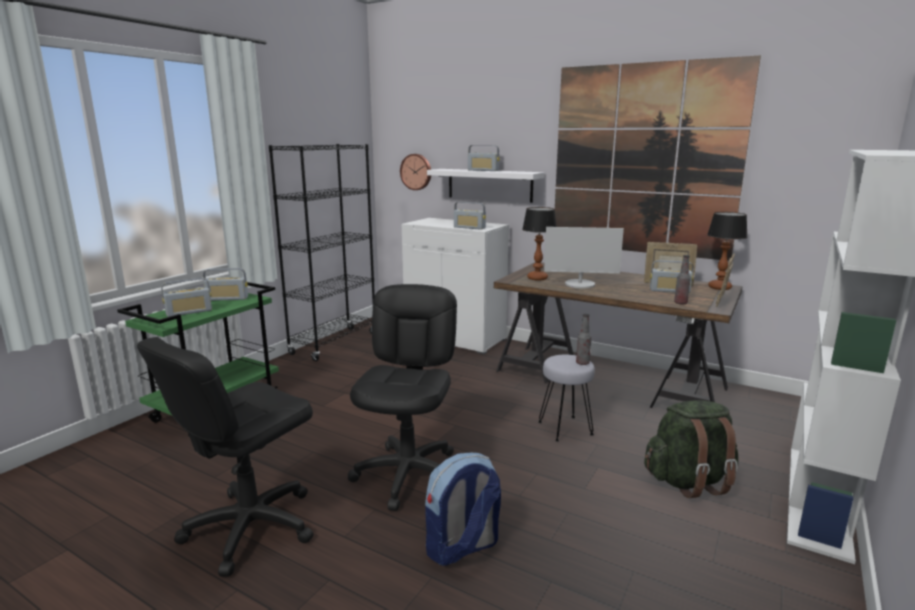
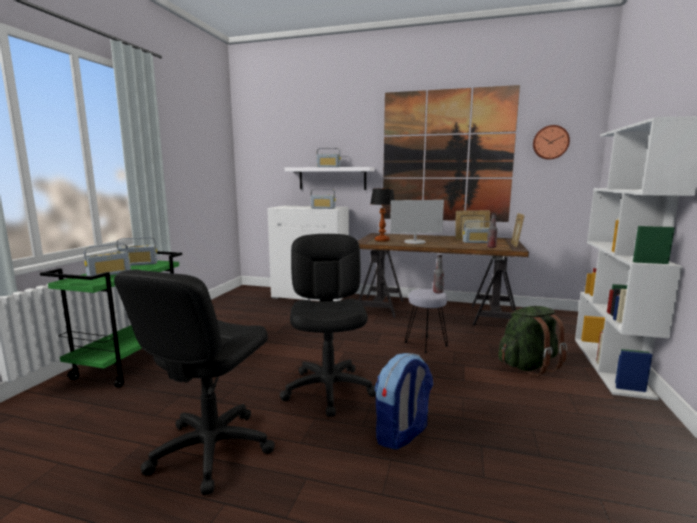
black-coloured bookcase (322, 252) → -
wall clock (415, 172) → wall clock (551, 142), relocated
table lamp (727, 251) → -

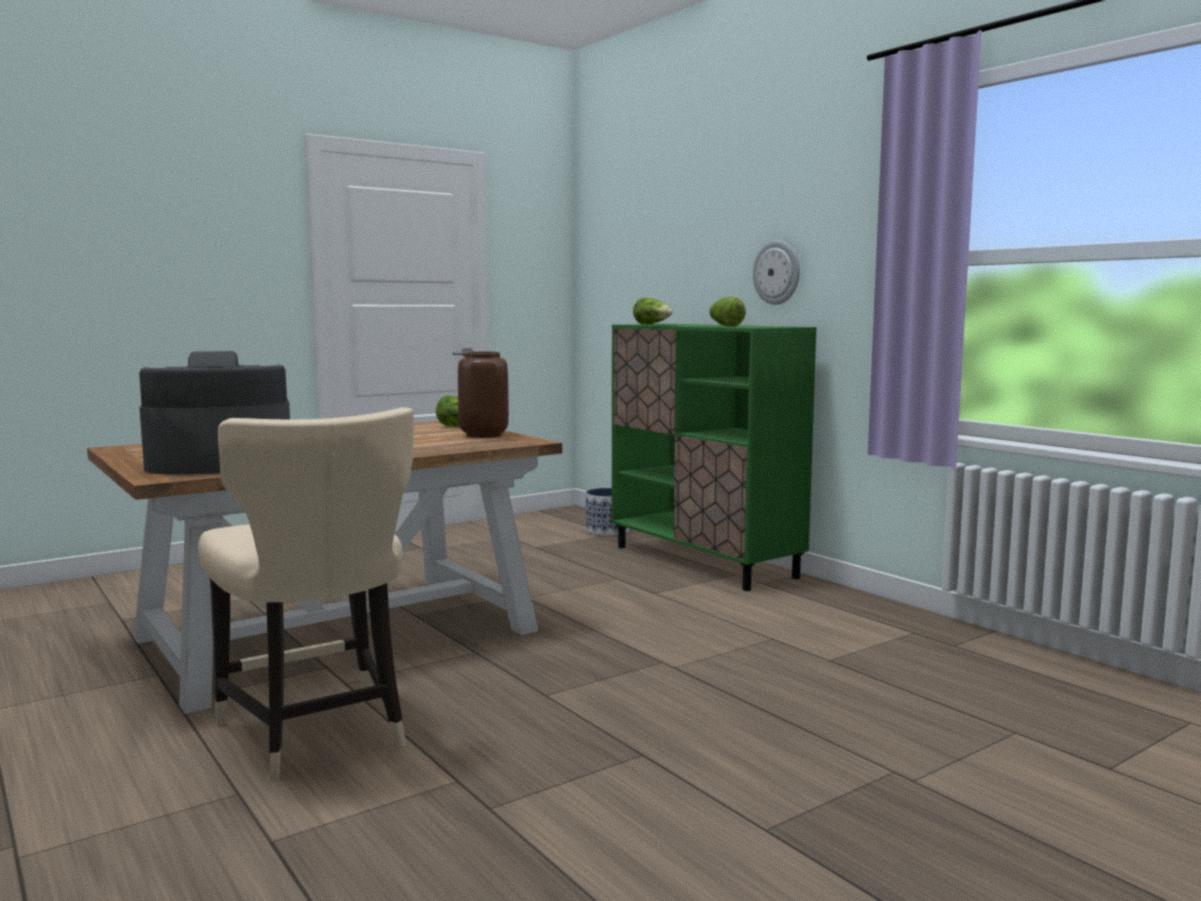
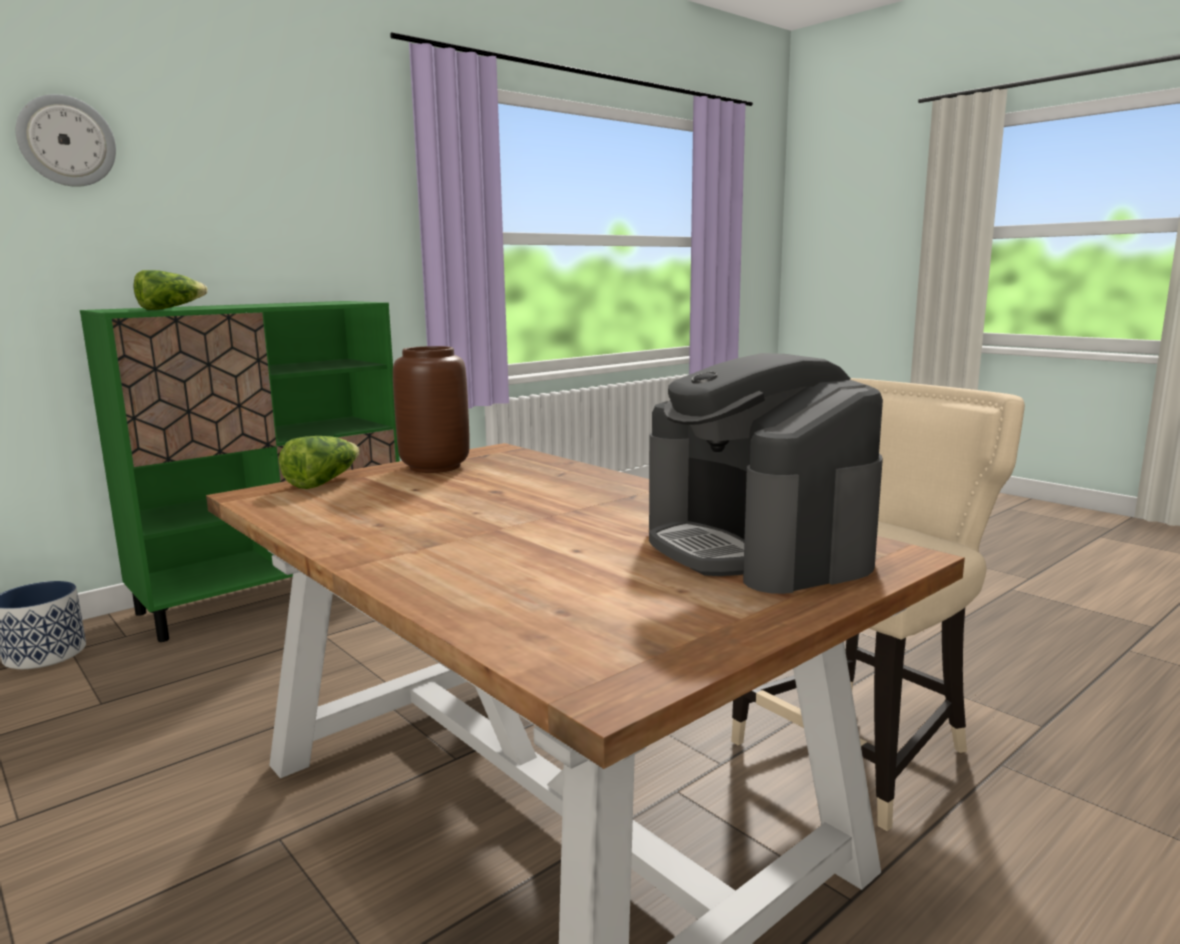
head of lettuce (727, 312) → -
wall clock (776, 272) → wall clock (65, 140), relocated

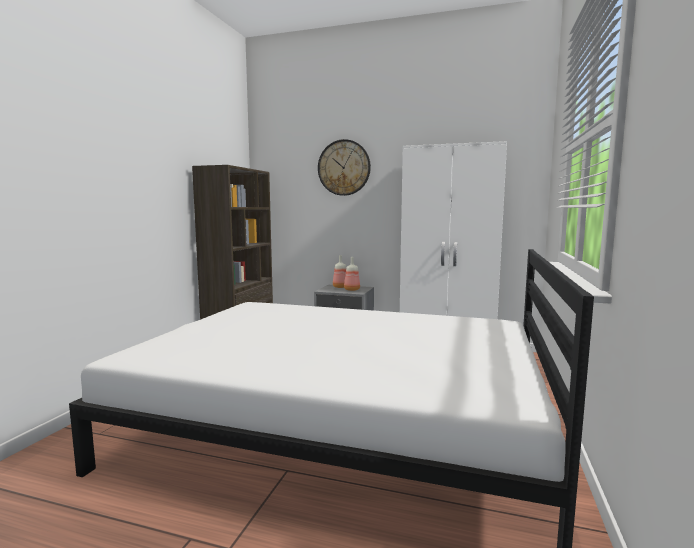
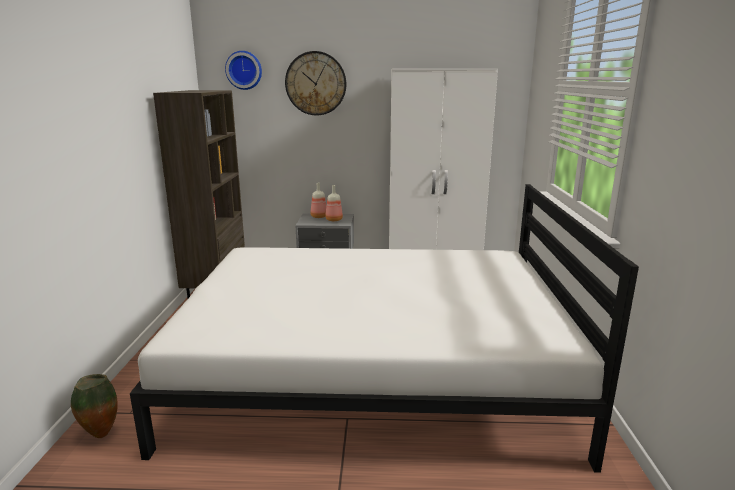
- → flower vase (94, 406)
- → wall clock (243, 70)

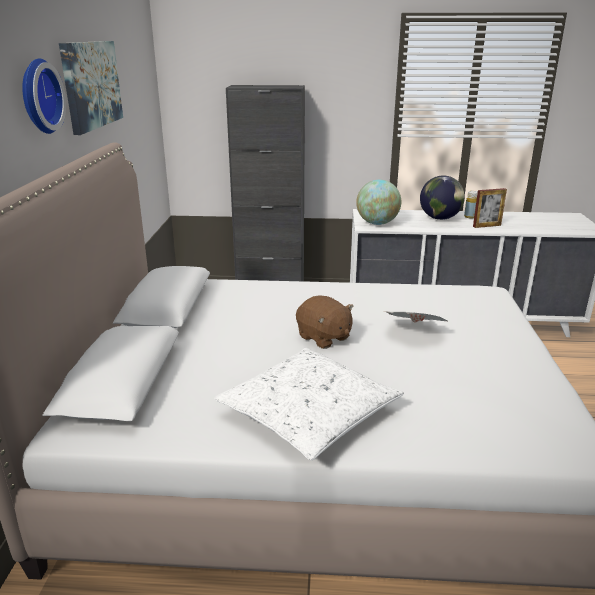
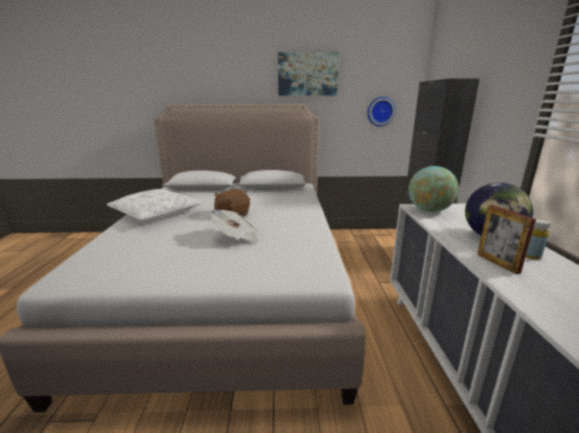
wall clock (44, 96) → wall clock (381, 111), relocated

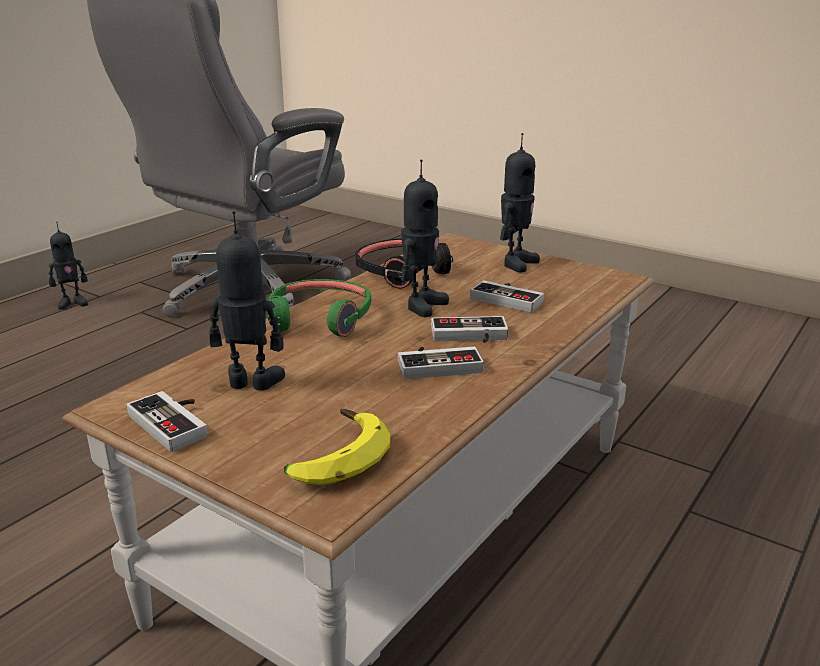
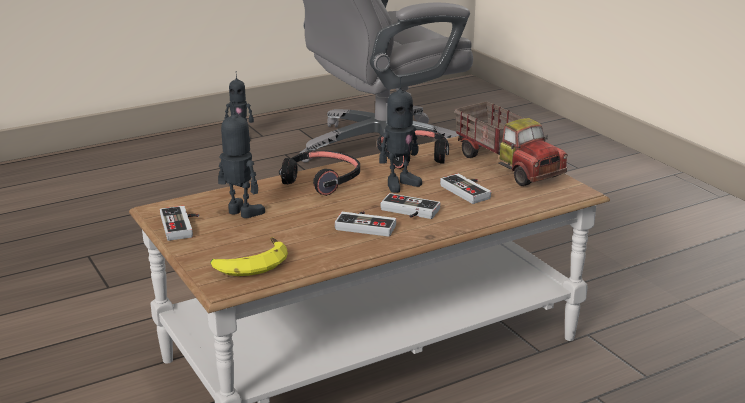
green pair of headphones (319, 308) → black-coloured pair of headphones (319, 173)
model robot (520, 203) → toy lorry (511, 143)

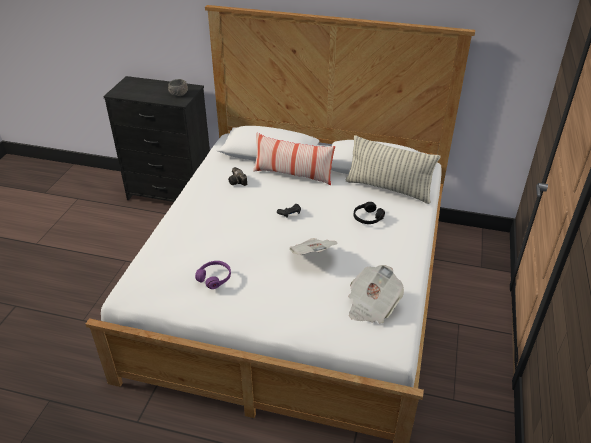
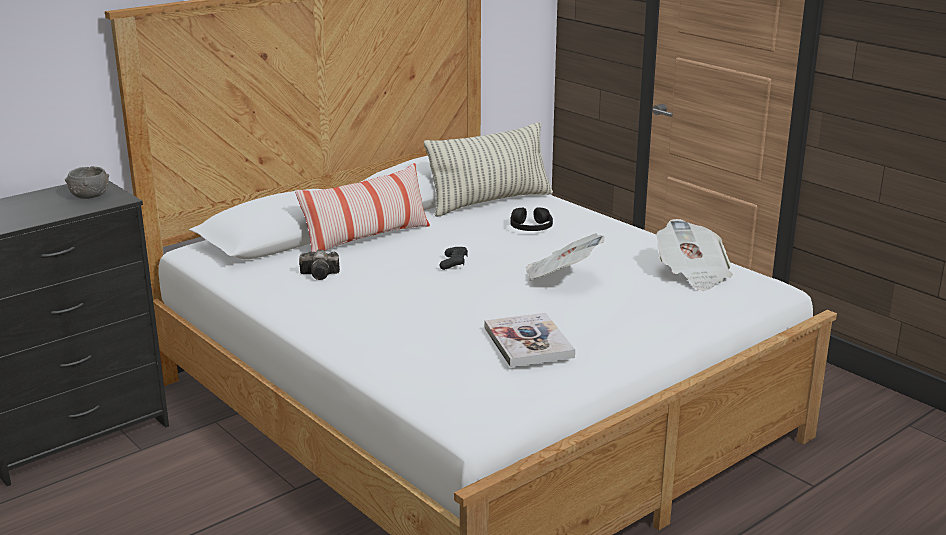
purple pair of headphones (213, 275) → book (529, 340)

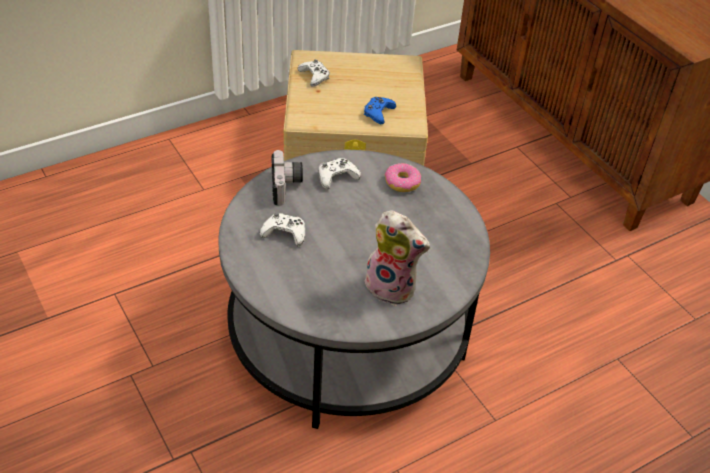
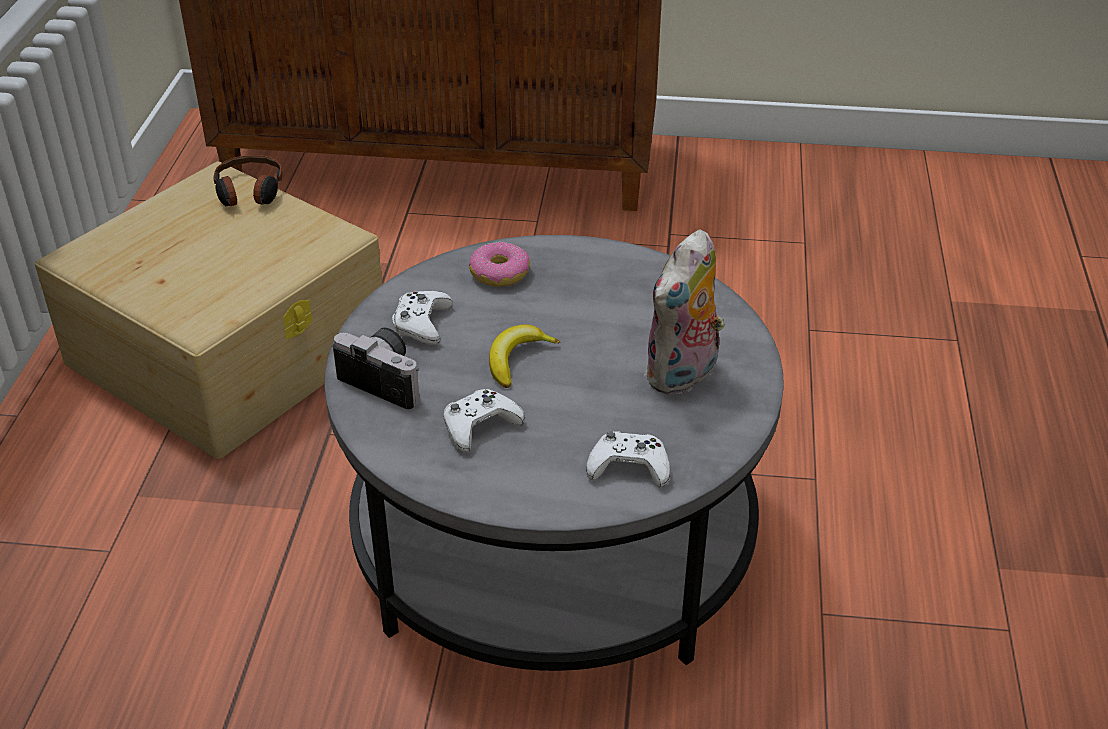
whitish gamepad (314, 73) → whitish gamepad (628, 459), relocated
blue-coloured gamepad (380, 110) → -
soft toy (397, 258) → soft toy (684, 312), 150 degrees clockwise
- → pair of headphones (247, 180)
- → whole banana (524, 356)

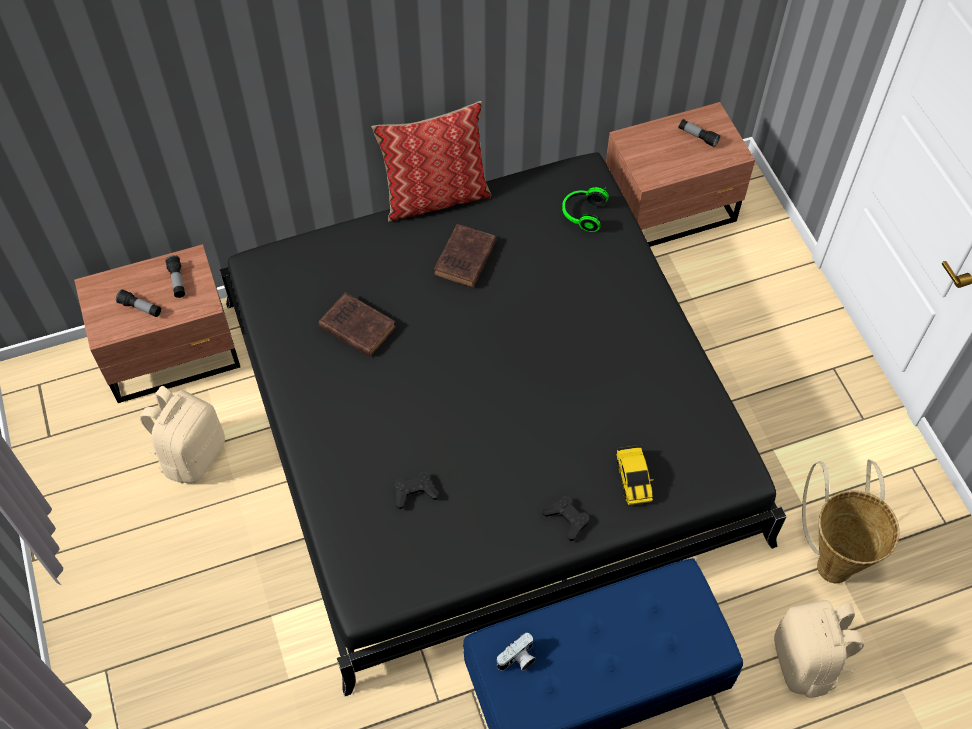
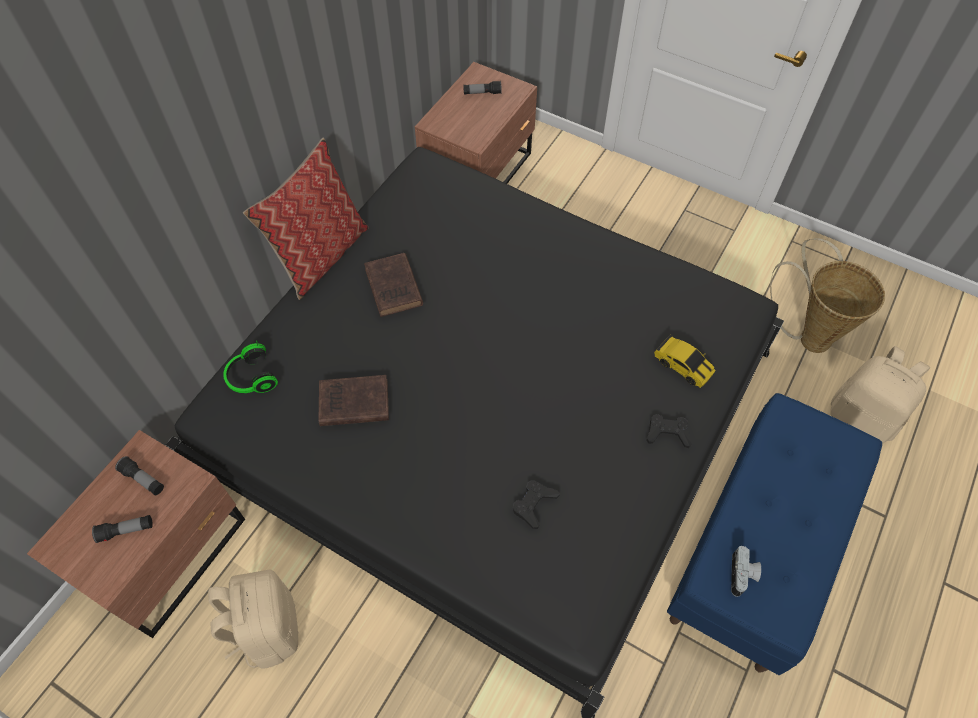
pair of headphones (585, 209) → pair of headphones (250, 367), relocated

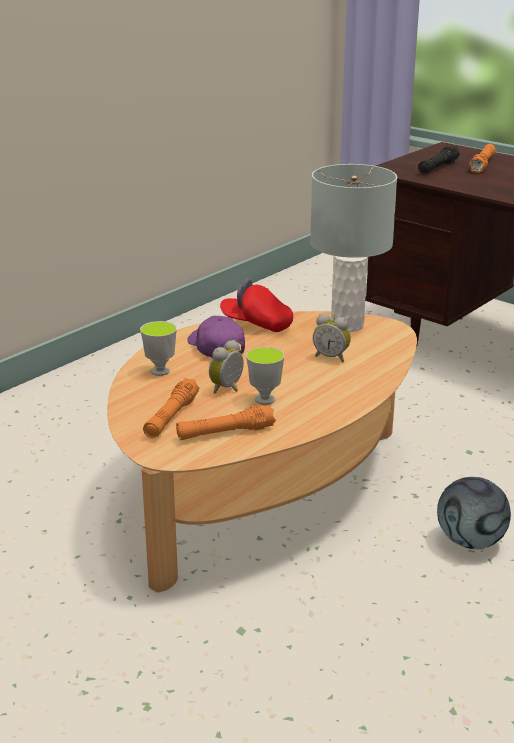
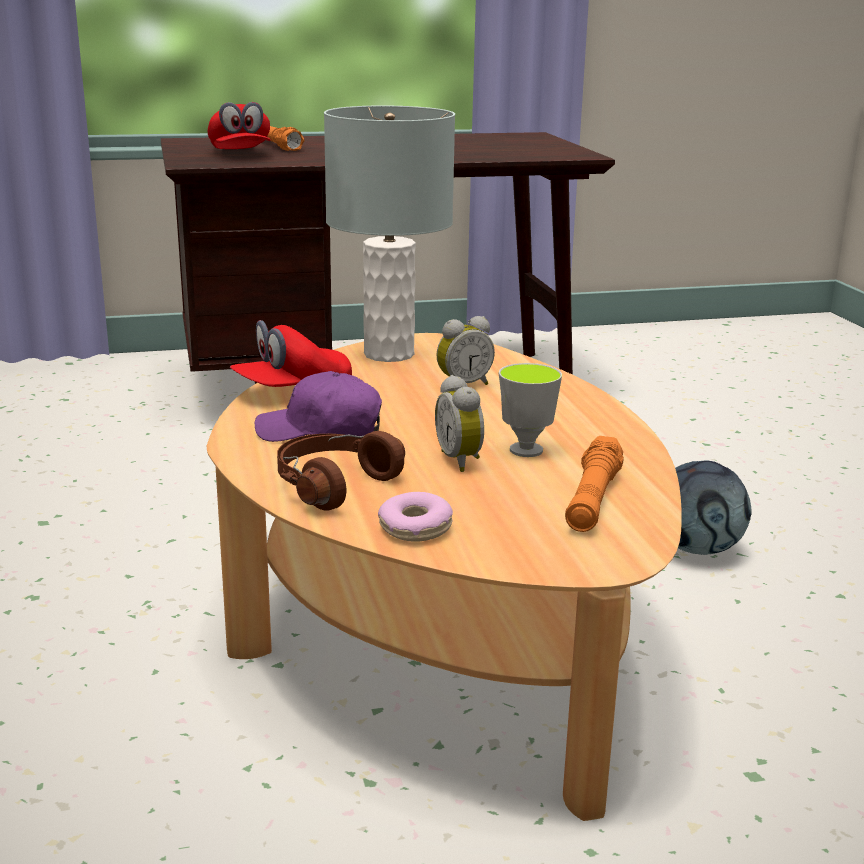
drinking cup (158, 348) → brownish pair of headphones (341, 471)
orange-coloured hand torch (171, 408) → -
black-coloured hand torch (439, 160) → red-coloured baseball cap (239, 125)
- → ring doughnut (415, 517)

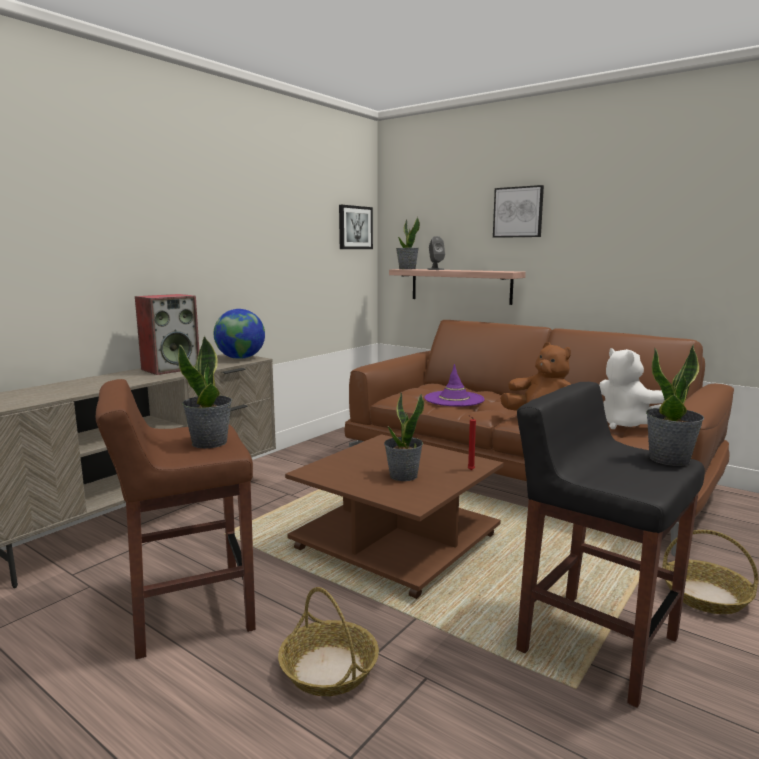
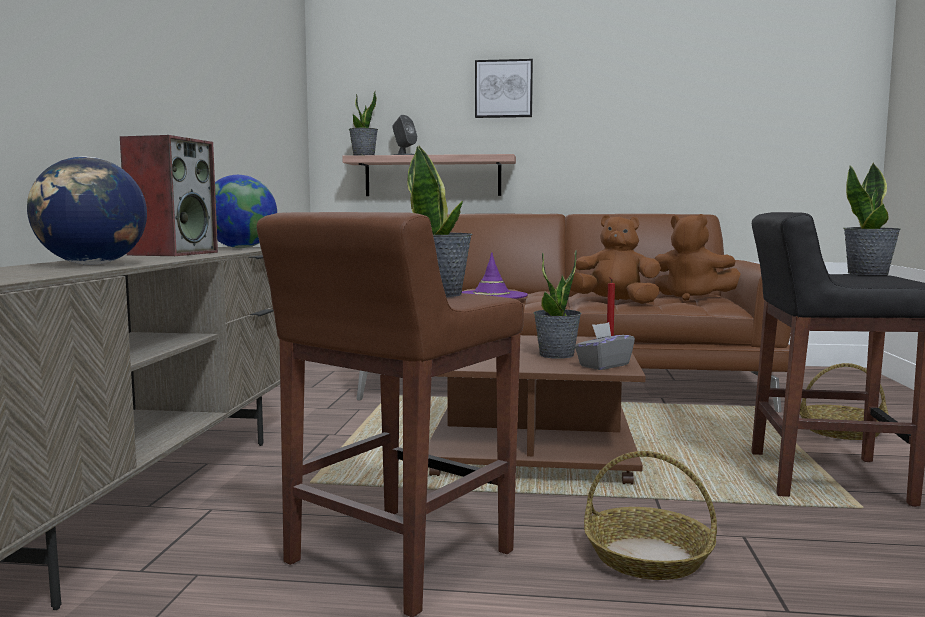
wall art (356, 227) → -
whitish soft toy (632, 388) → brownish soft toy (698, 257)
- → globe (87, 211)
- → grey tissue box (604, 346)

